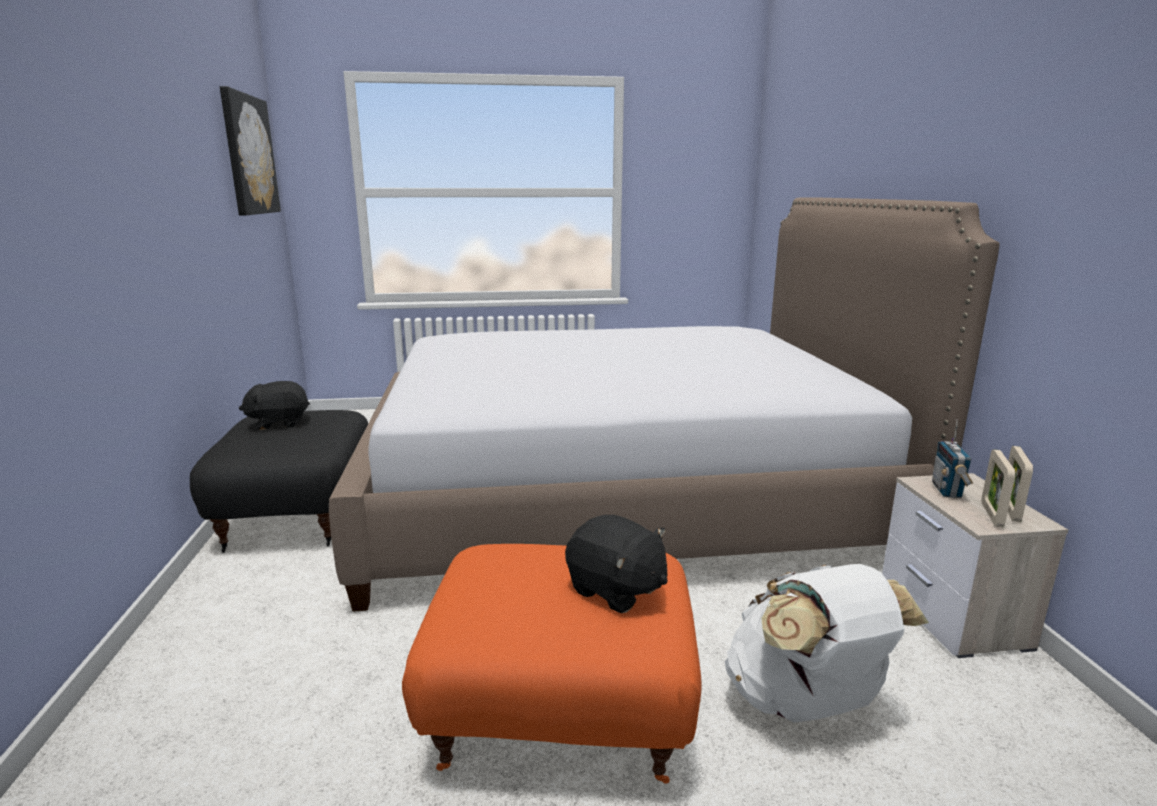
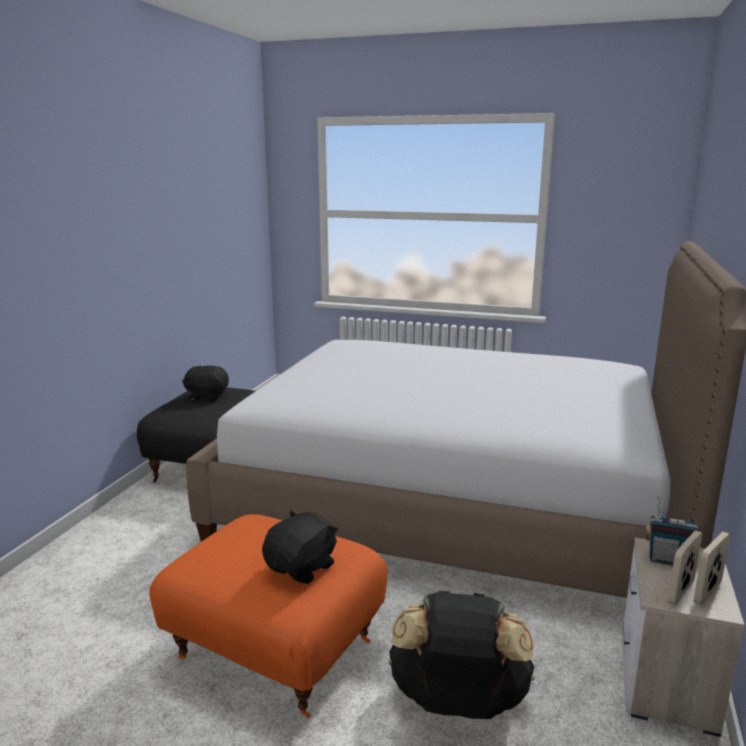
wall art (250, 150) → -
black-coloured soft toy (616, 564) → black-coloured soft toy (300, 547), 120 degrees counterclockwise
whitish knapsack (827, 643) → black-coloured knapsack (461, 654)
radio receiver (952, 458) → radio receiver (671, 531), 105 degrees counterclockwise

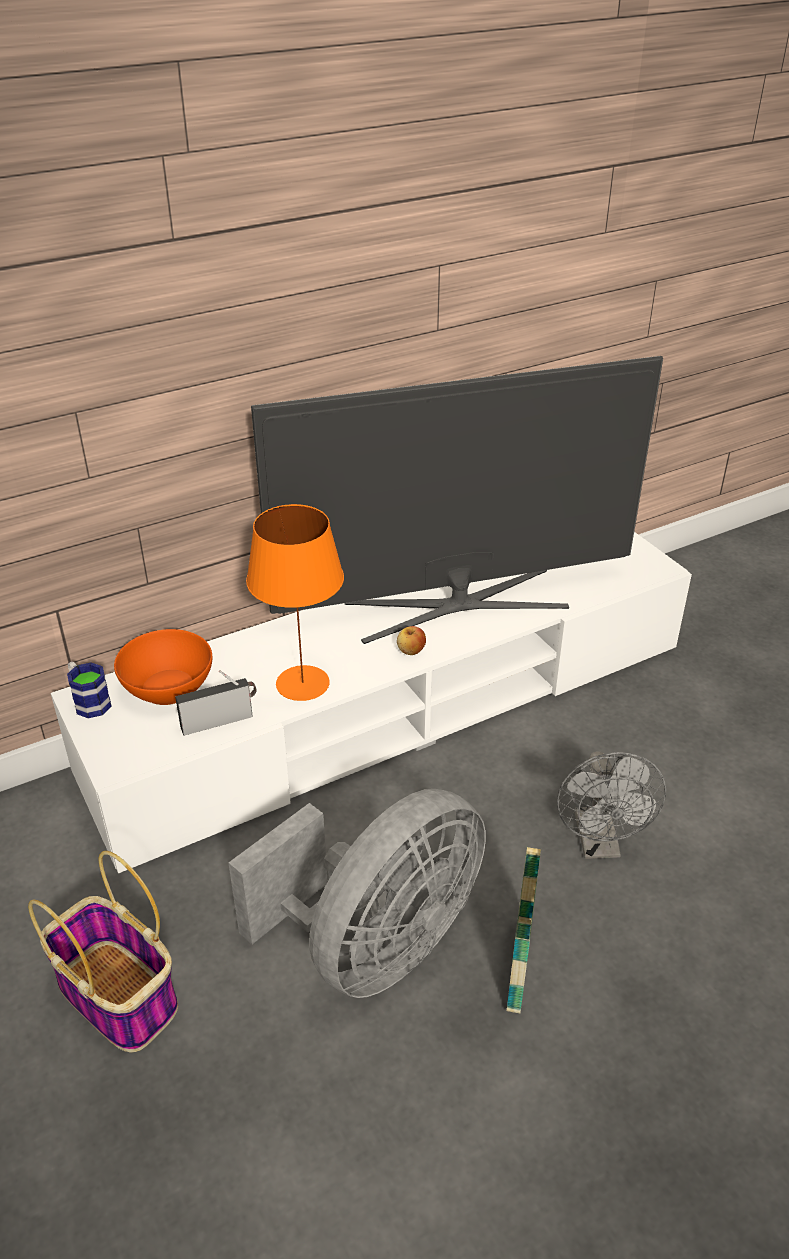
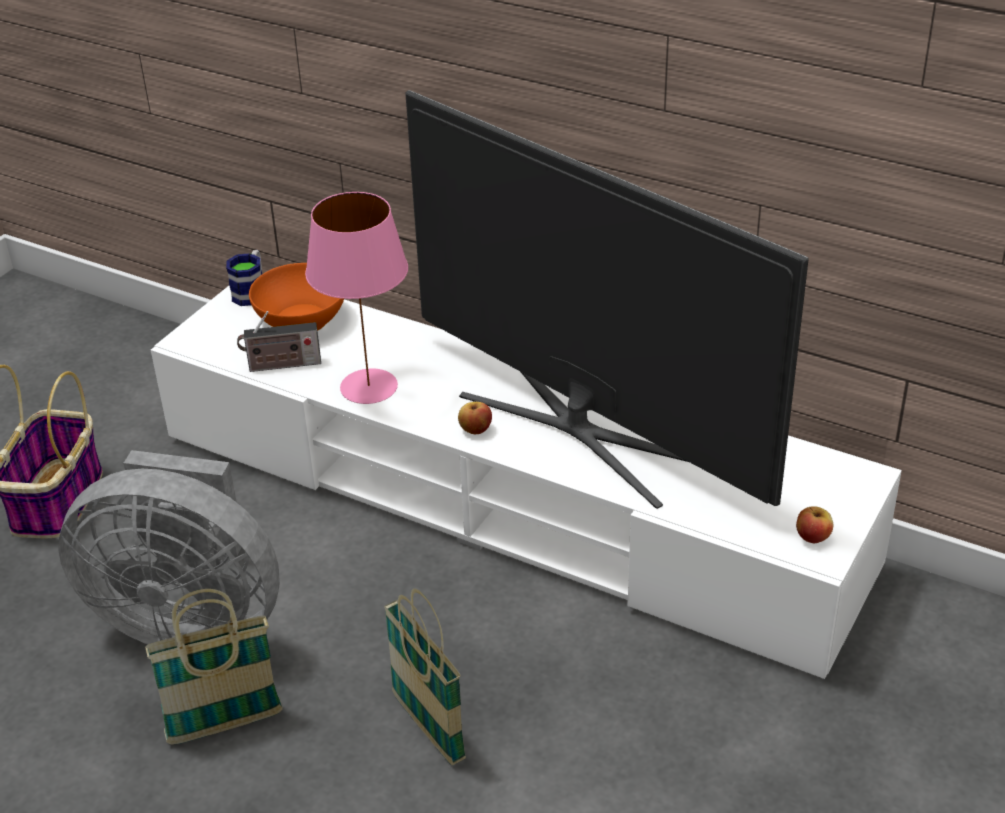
radio receiver (216, 703) → radio receiver (279, 341), 135 degrees clockwise
orange-coloured table lamp (295, 602) → pink table lamp (356, 298)
grey fan (611, 805) → basket (425, 676)
- → apple fruit (814, 524)

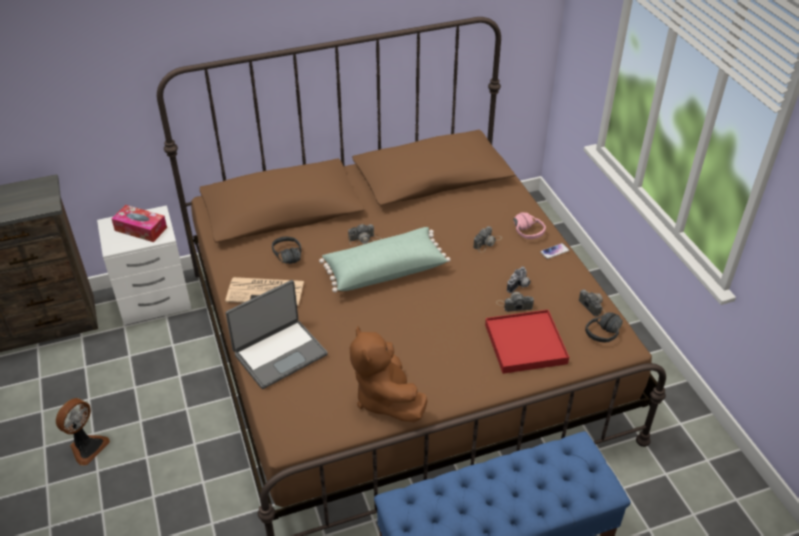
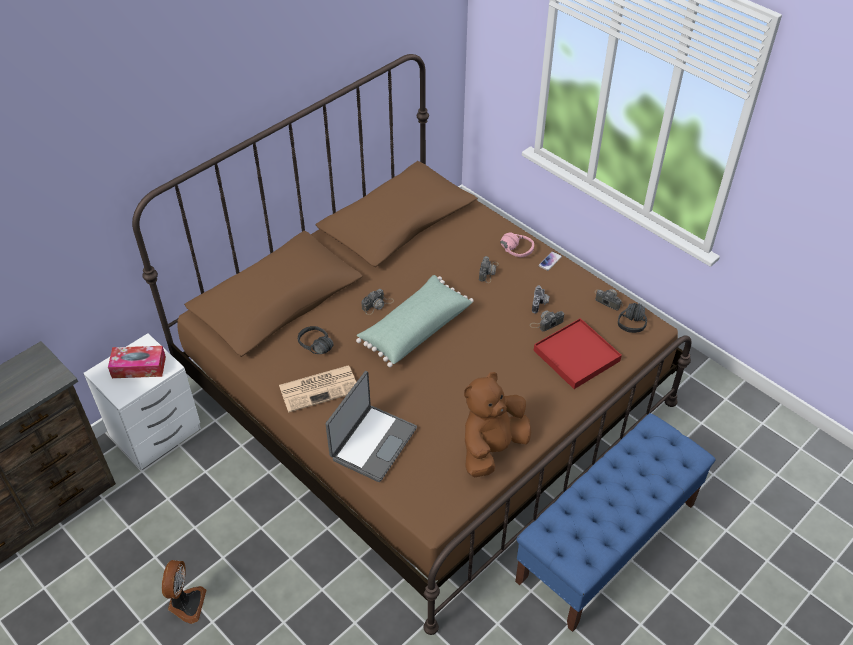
brownish soft toy (388, 374) → brownish soft toy (497, 424), 90 degrees clockwise

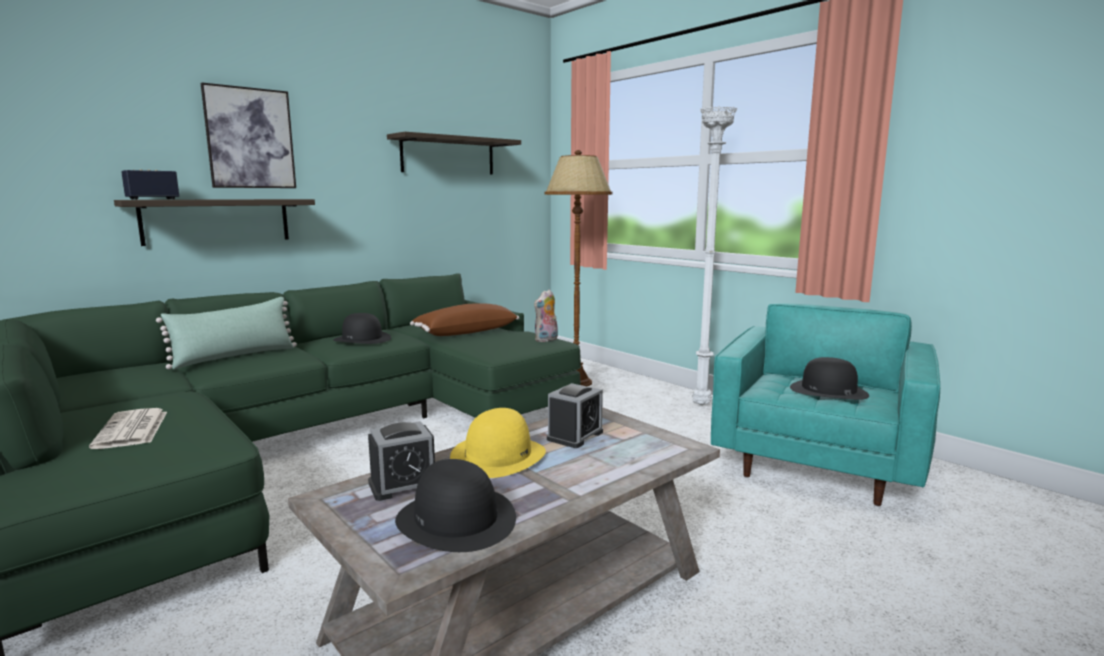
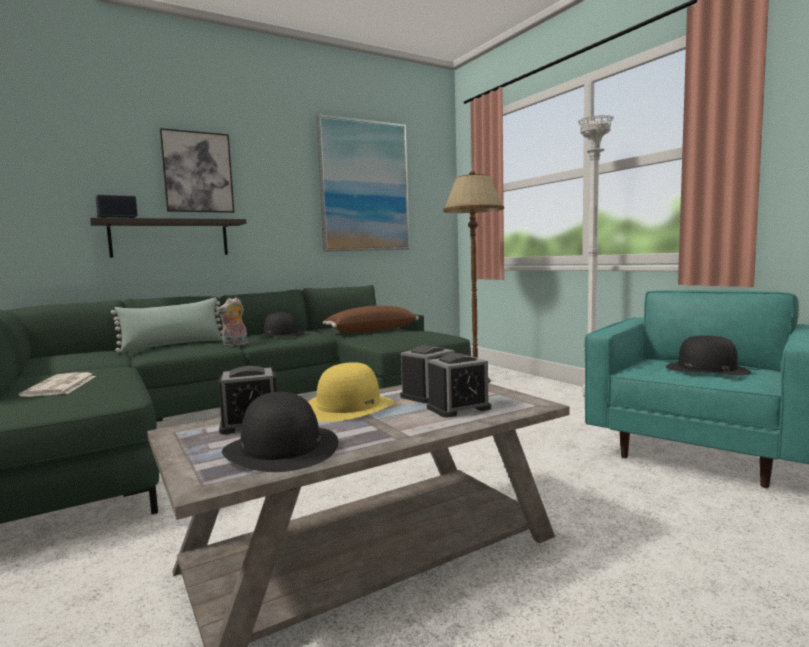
wall shelf (454, 153) → wall art (363, 183)
soft toy (546, 315) → soft toy (232, 322), relocated
- → alarm clock (459, 385)

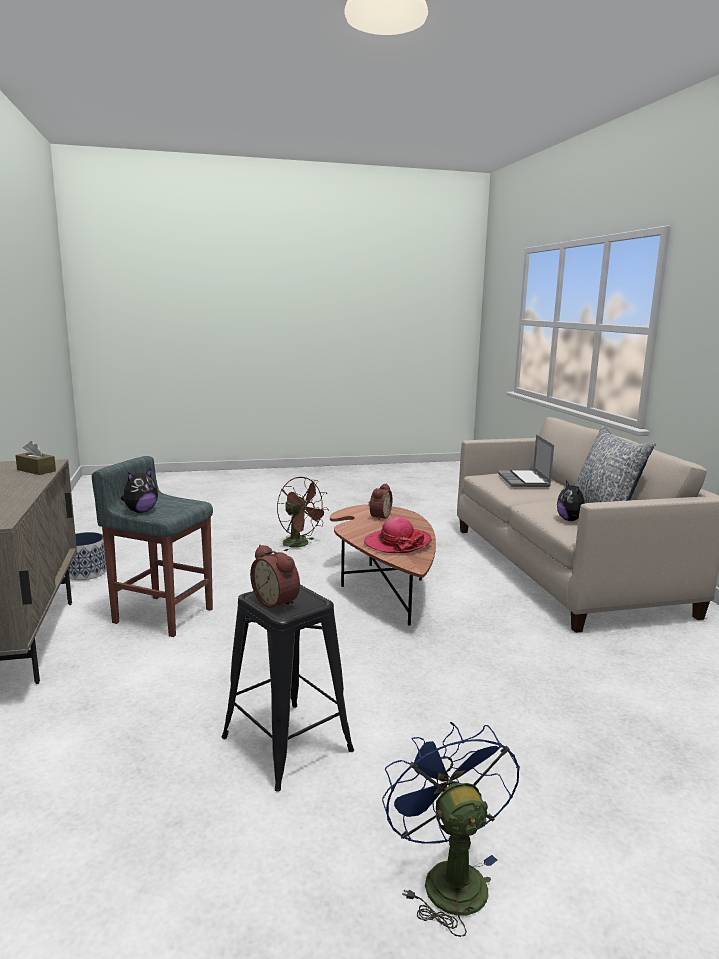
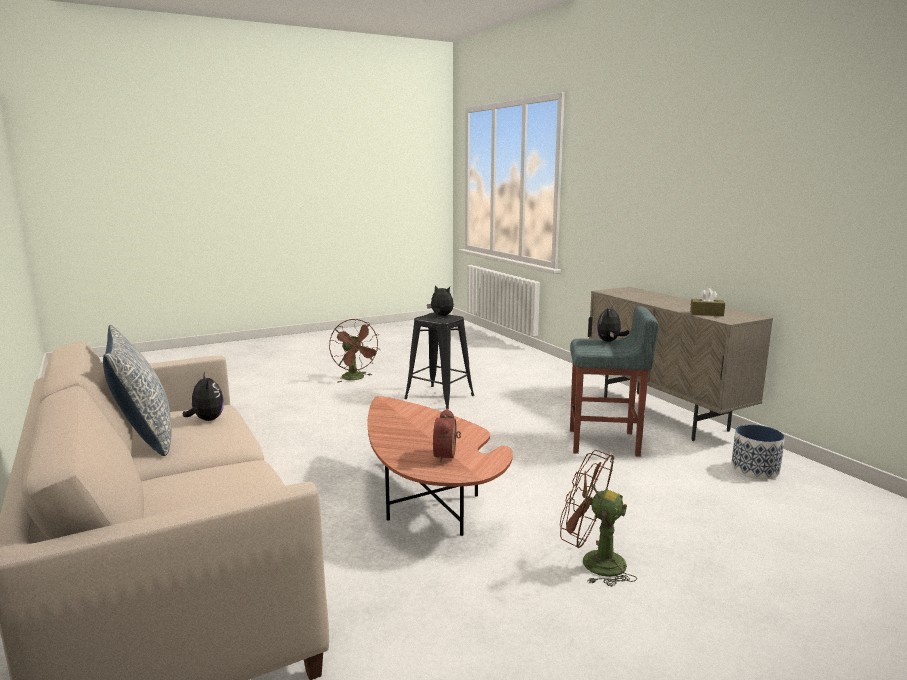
alarm clock (275, 578) → soft toy (440, 300)
wearable hat (398, 535) → -
blue-coloured fan (451, 829) → brownish fan (354, 351)
laptop (525, 460) → -

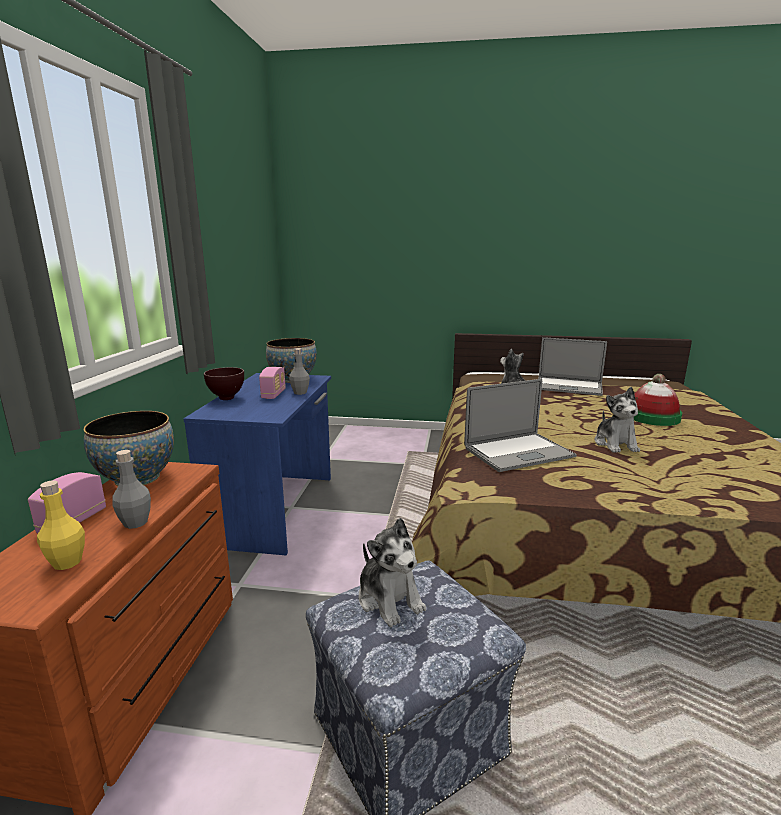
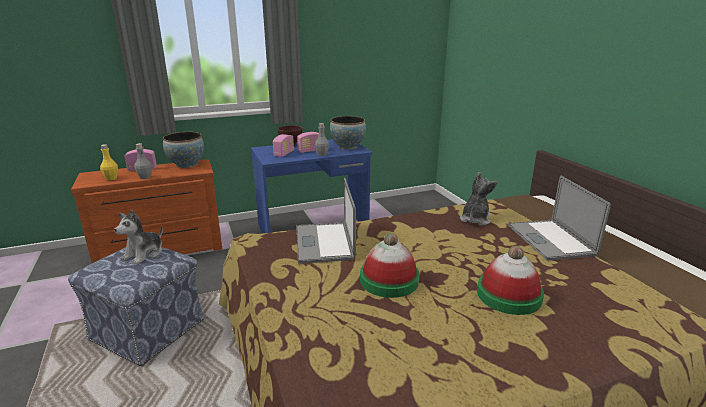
laptop (520, 425) → laptop (326, 221), 45 degrees clockwise
soft toy (617, 420) → wearable hat (389, 265)
- → radio receiver (283, 145)

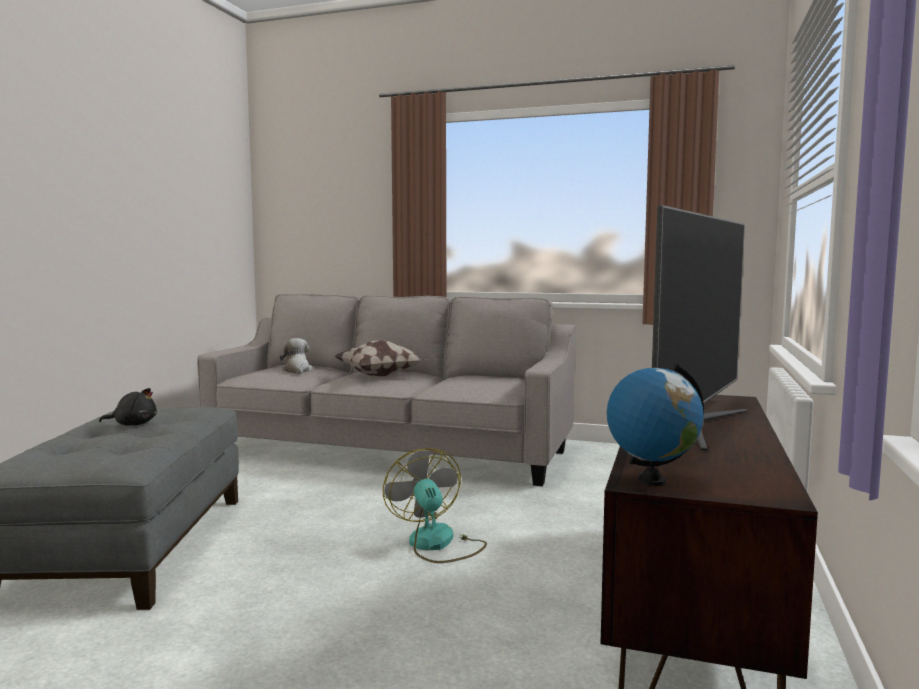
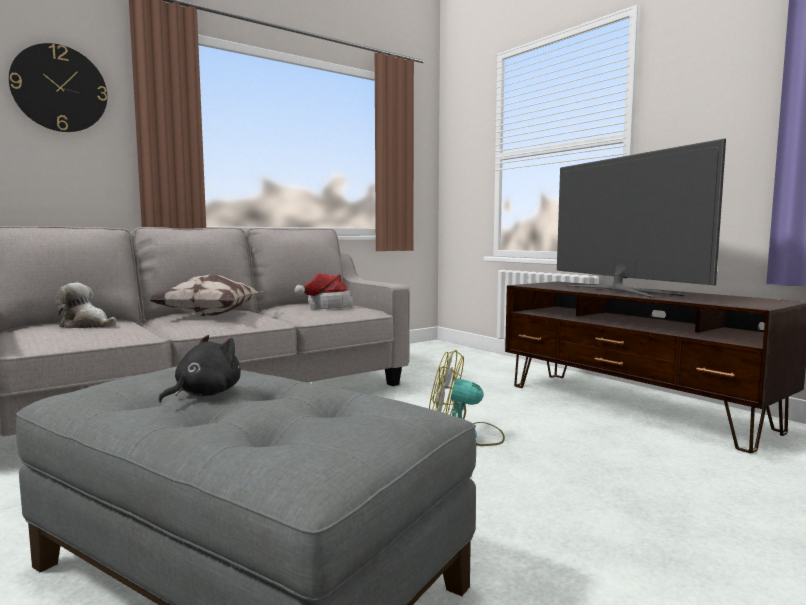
globe (655, 425) → -
- → wall clock (58, 87)
- → wearable hat (323, 291)

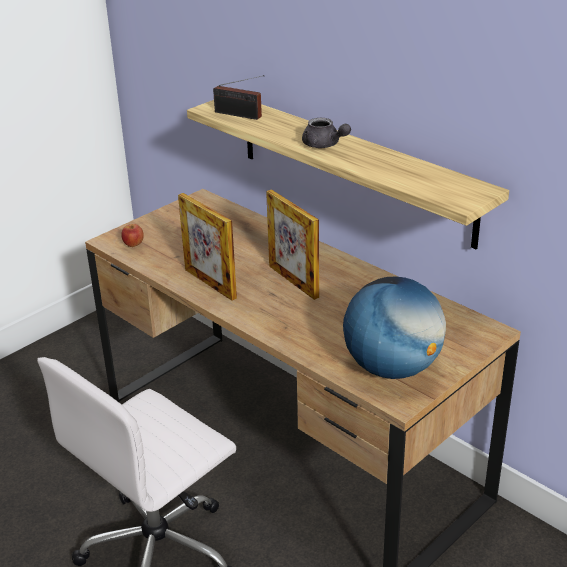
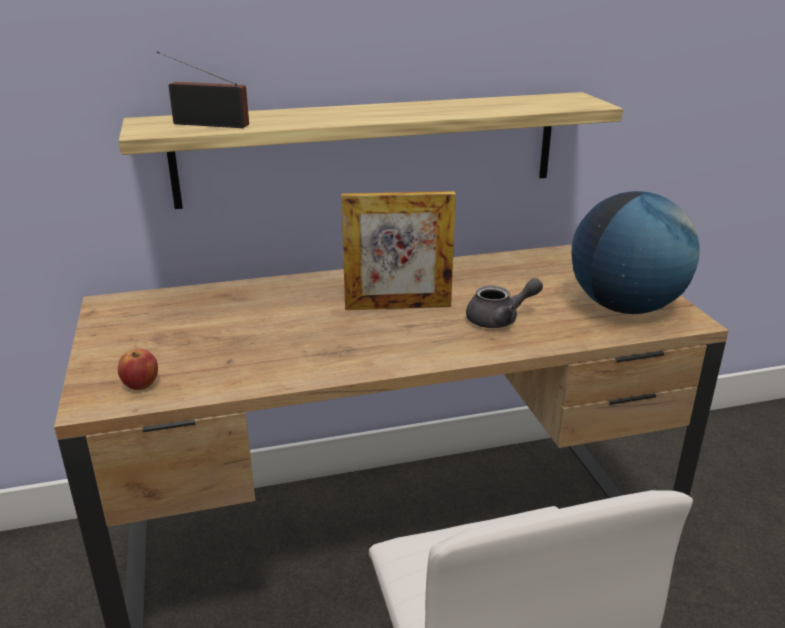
picture frame (207, 247) → -
radio receiver (239, 97) → radio receiver (203, 89), 135 degrees counterclockwise
grey tea pot (326, 133) → grey tea pot (504, 303), relocated

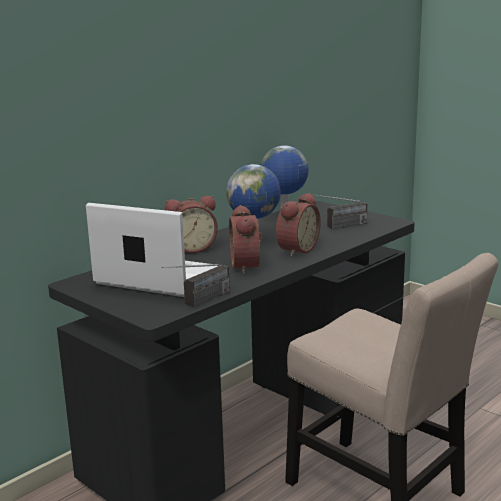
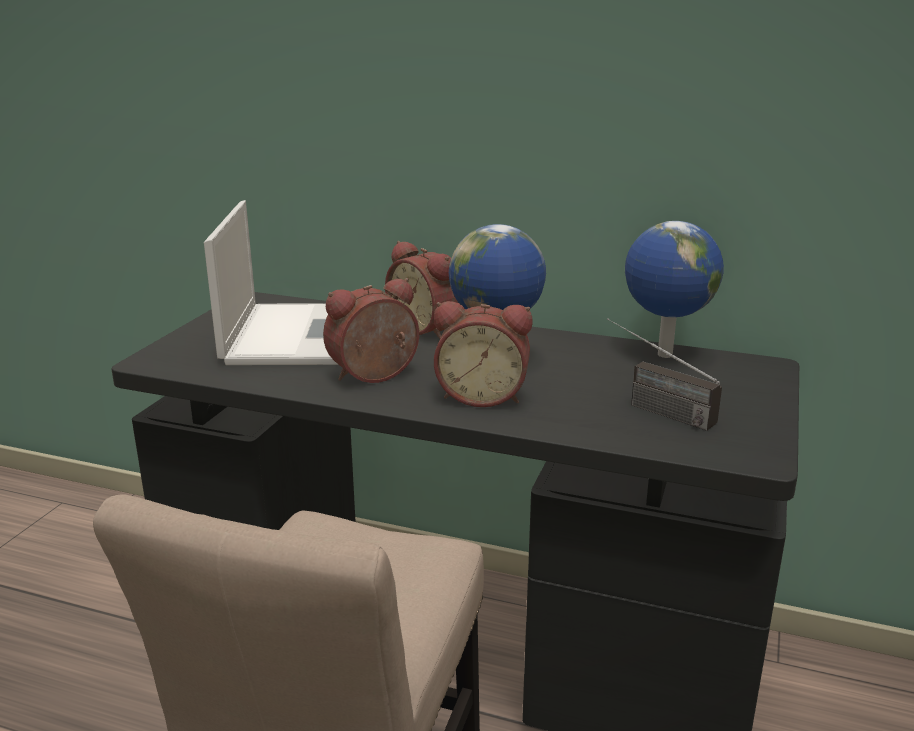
radio receiver (195, 285) → -

